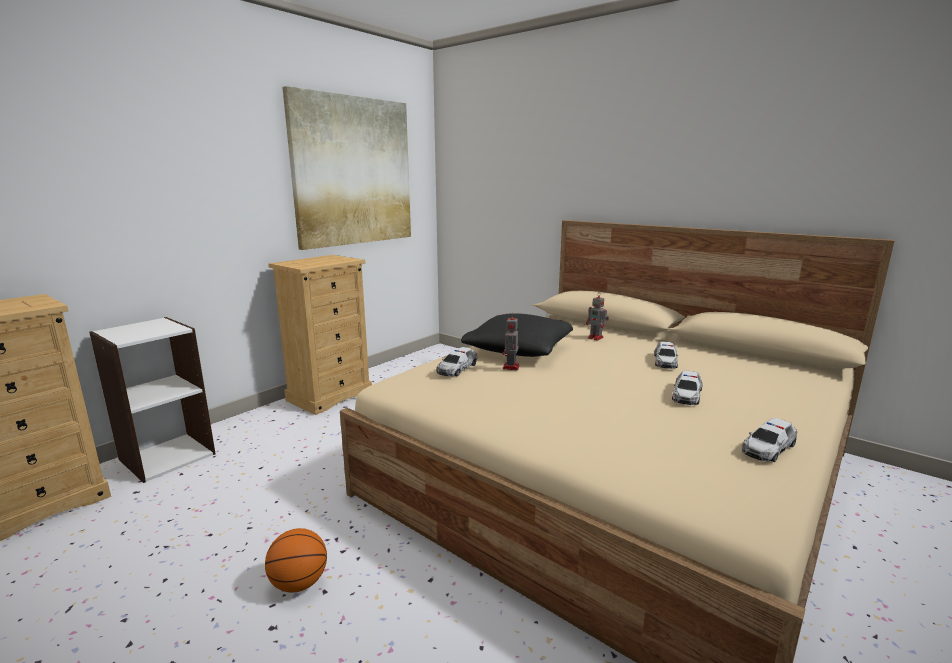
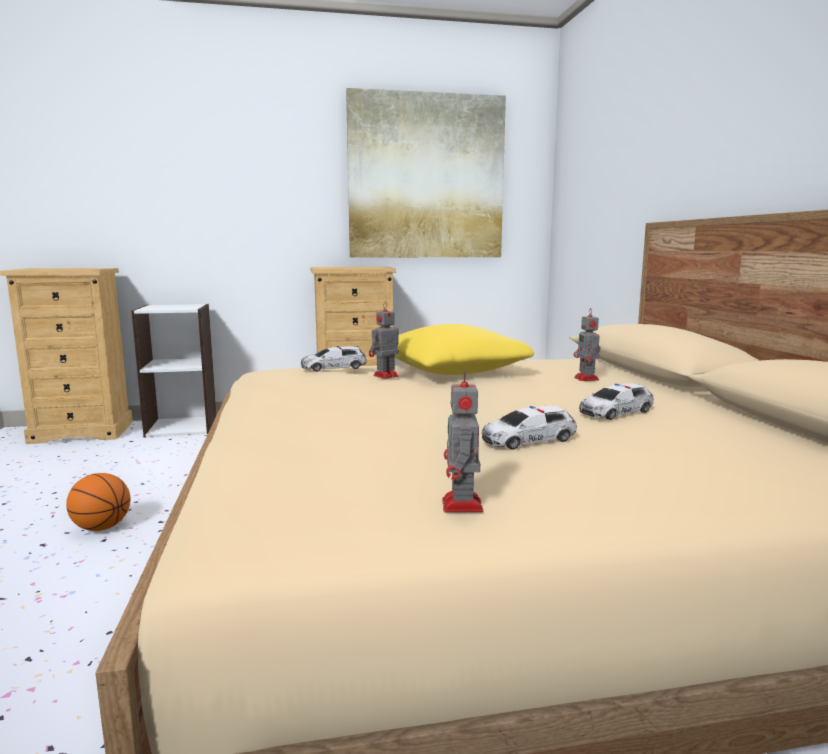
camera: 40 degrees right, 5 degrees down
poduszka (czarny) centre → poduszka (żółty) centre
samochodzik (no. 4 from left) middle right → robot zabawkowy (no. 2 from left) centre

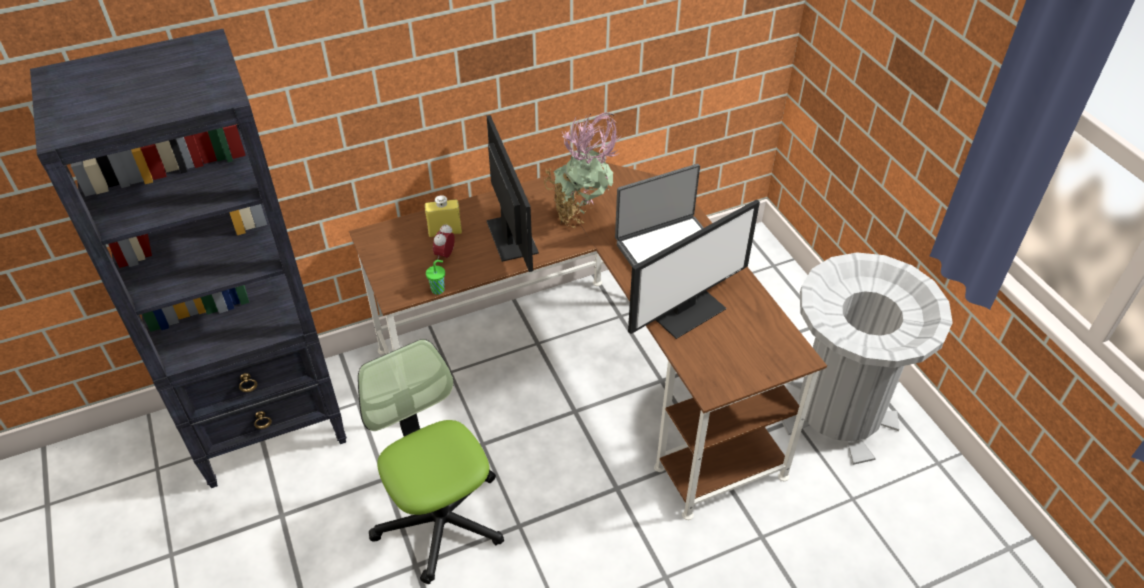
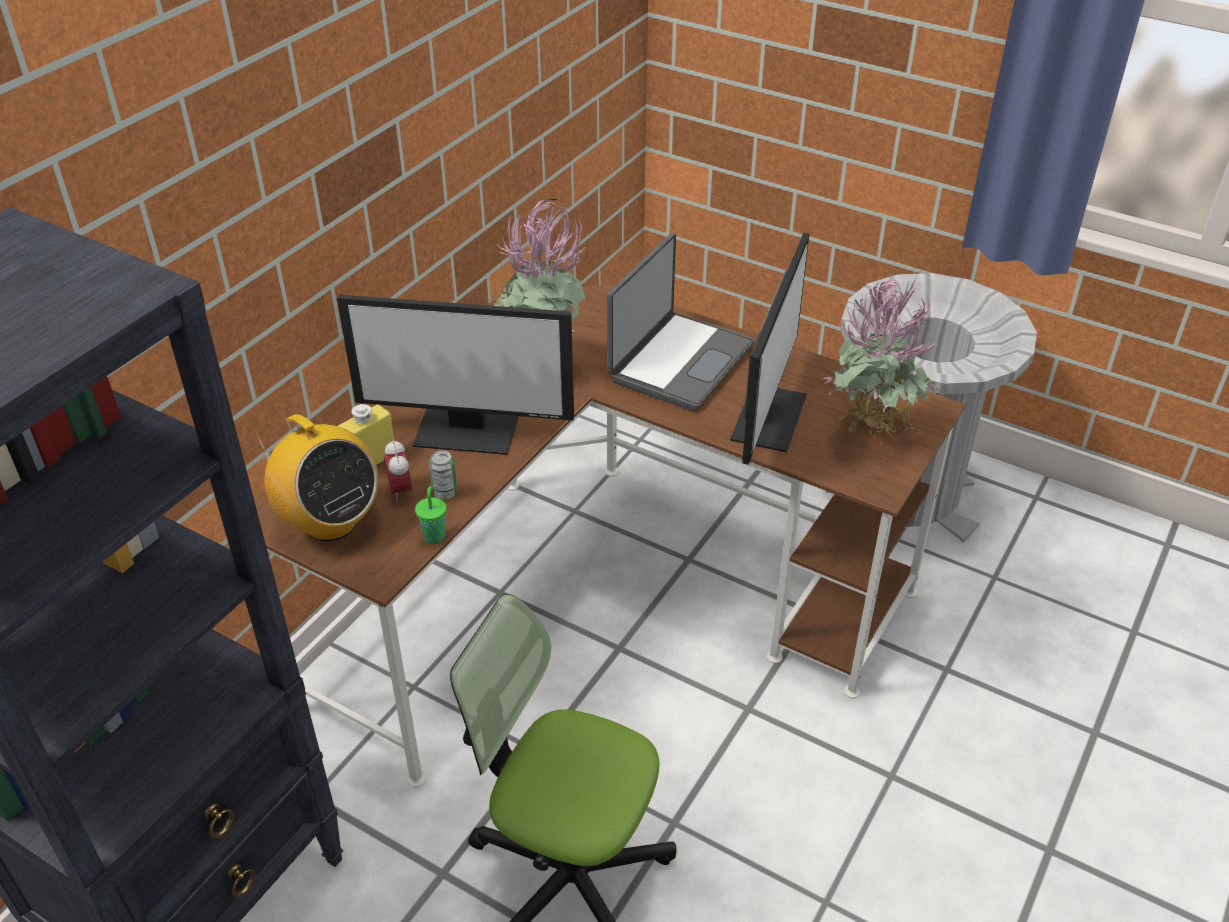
camera: 35 degrees left, 5 degrees down
monitor (no. 1 from left) top centre → monitor (no. 1 from left) centre, 150 degrees clockwise
- → radio middle left
- → puszka centre
- → roślina doniczkowa (no. 2 from left) middle right

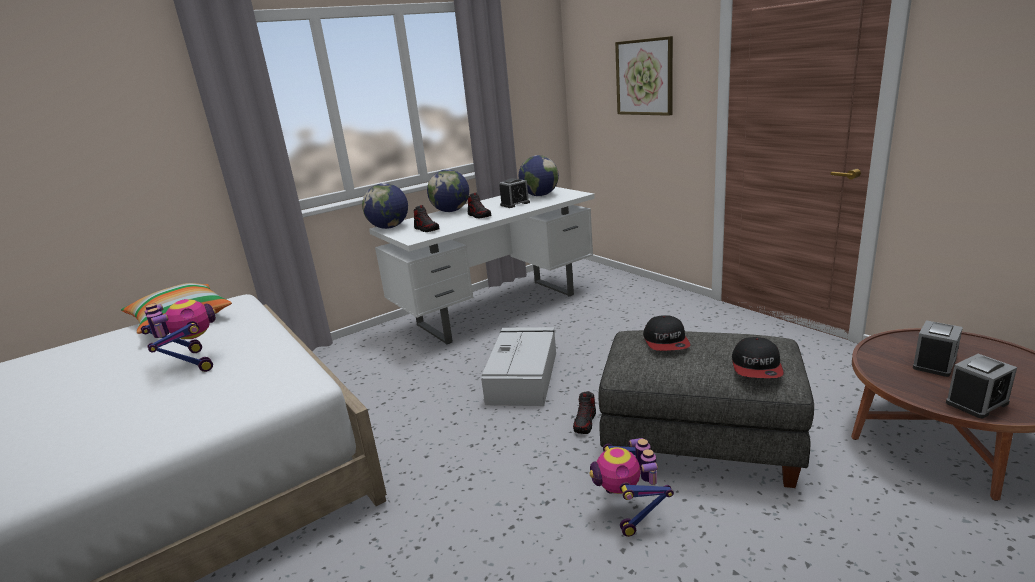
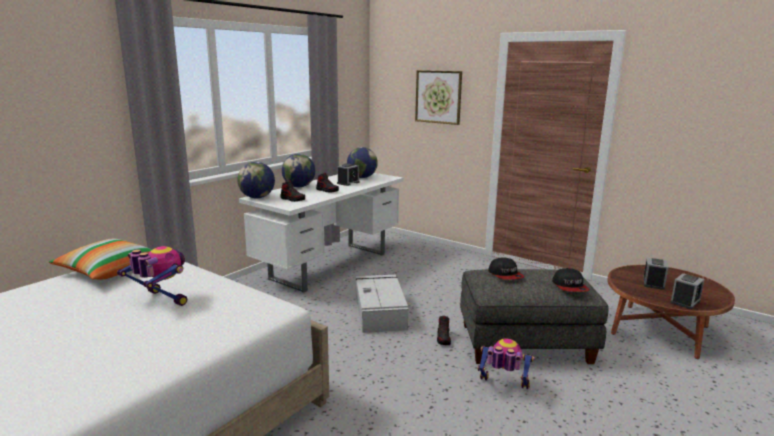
camera: 20 degrees left, 5 degrees down
robot zabawkowy (no. 2 from left) bottom centre, 135 degrees clockwise

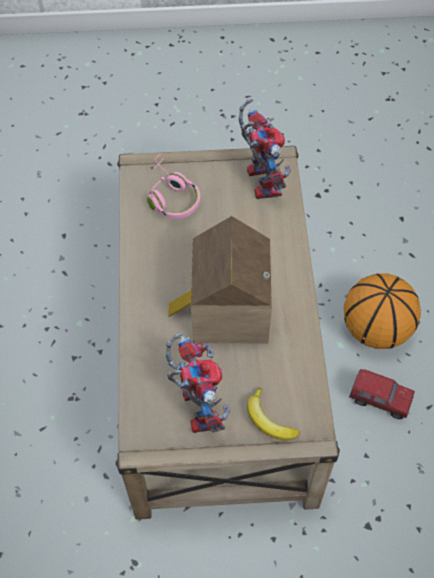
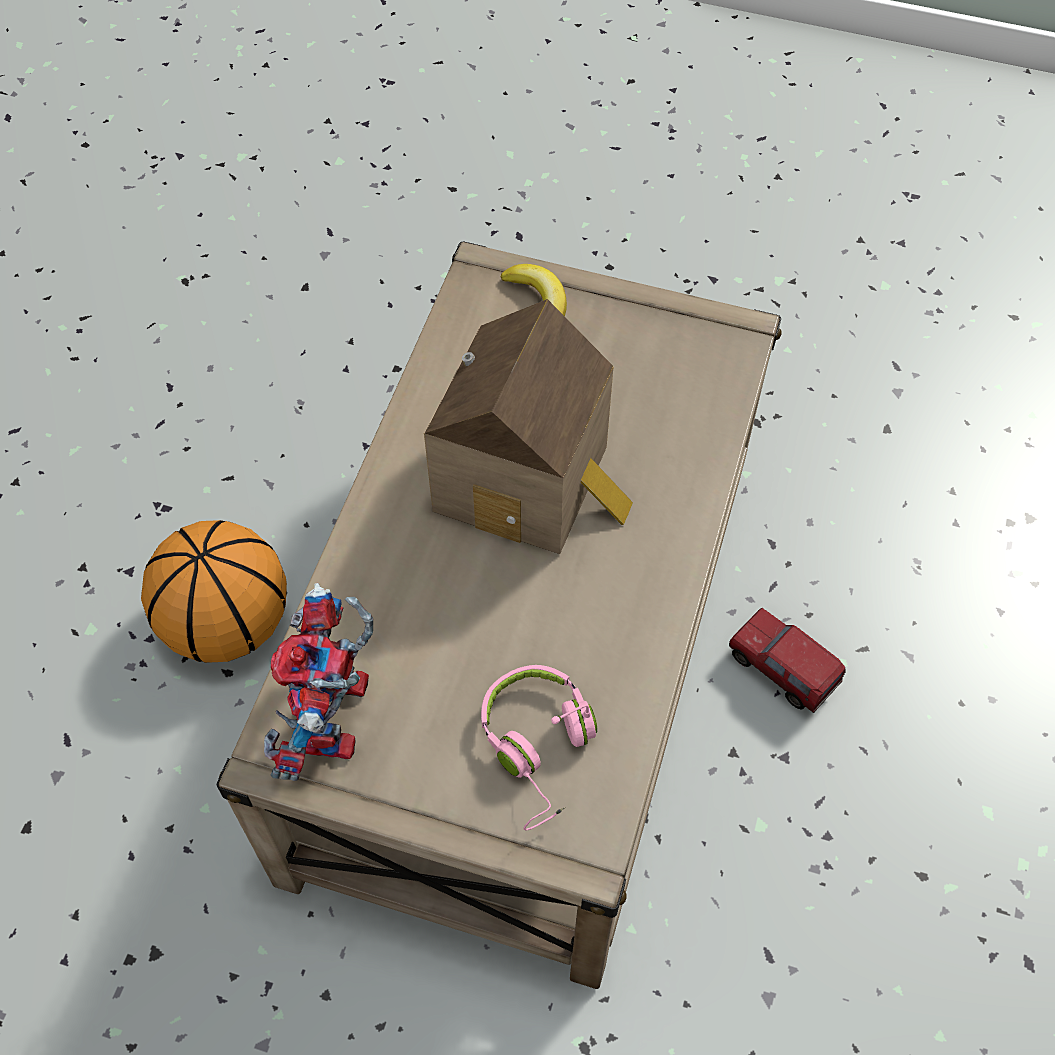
camera: 160 degrees left, 0 degrees up
robot zabawkowy (no. 1 from left) centre → -
ciężarówka zabawkowa bottom right → ciężarówka zabawkowa middle right, shifted

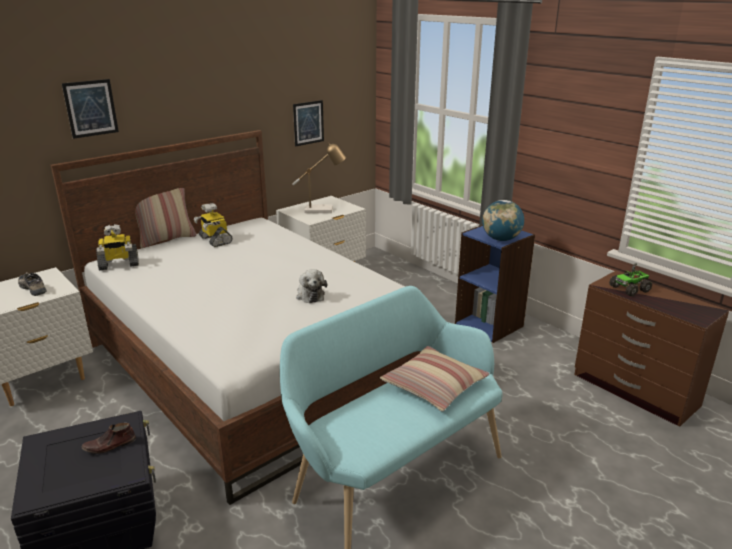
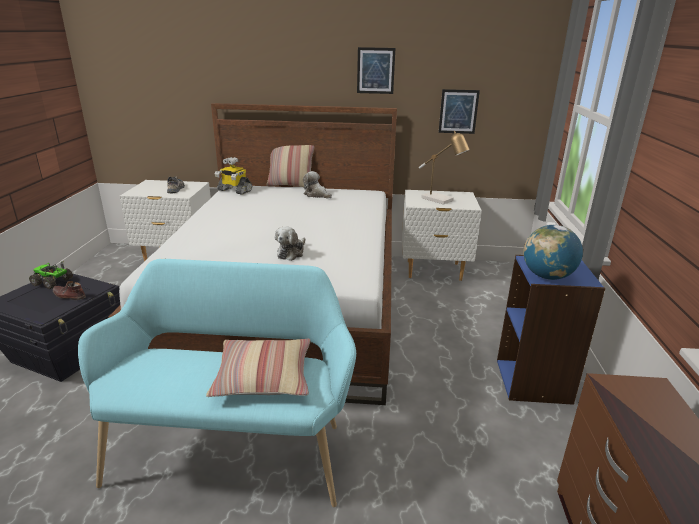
camera: 45 degrees right, 0 degrees up
obraz (no. 1 from left) top left → obraz (no. 1 from left) top centre, shifted
robot zabawkowy (no. 2 from left) middle left → pluszak (no. 2 from left) centre
ciężarówka zabawkowa middle right → ciężarówka zabawkowa middle left, shifted

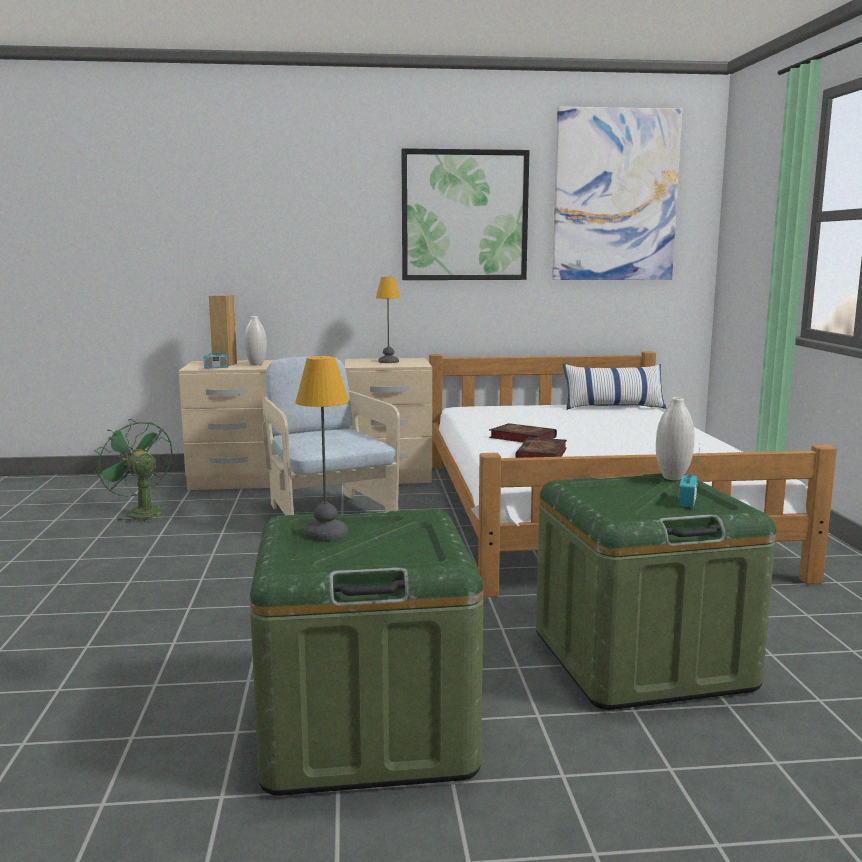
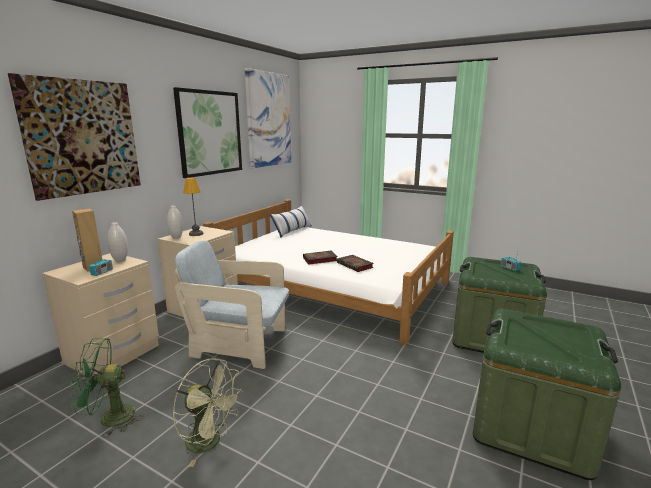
camera: 55 degrees left, 5 degrees up
lampa stołowa (no. 1 from left) centre → -
wazon (biały) (no. 2 from left) middle right → wazon (biały) (no. 2 from left) middle left, shifted
- → obraz (no. 1 from left) top left
- → wentylator (zielony) (no. 2 from left) bottom left

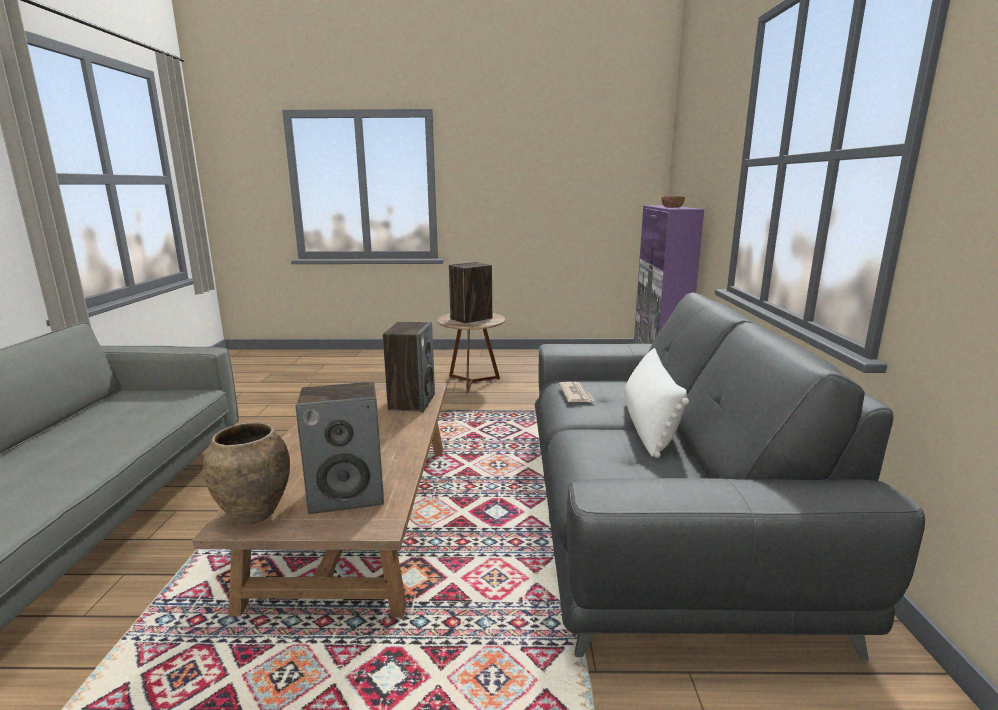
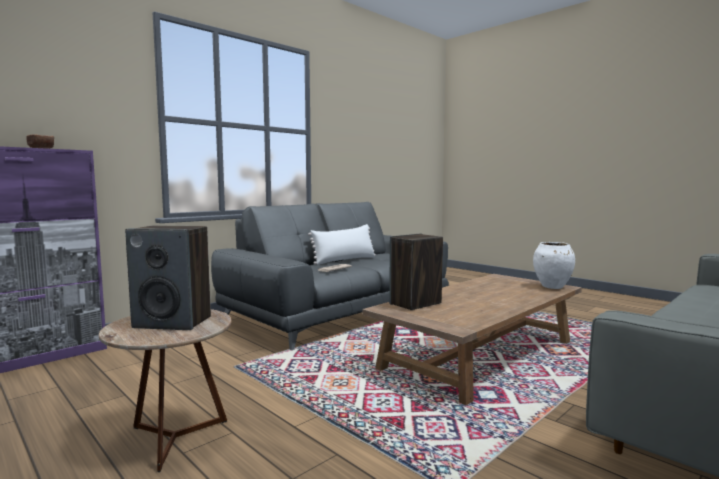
camera: 135 degrees left, 10 degrees down
wazon (brązowy) middle left → wazon (biały) middle right
głośnik (no. 1 from left) centre → -

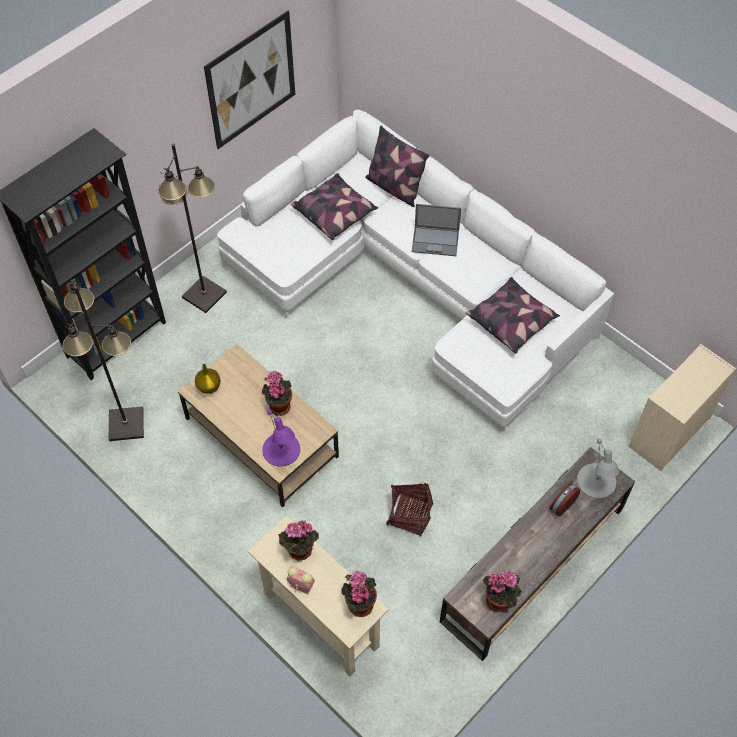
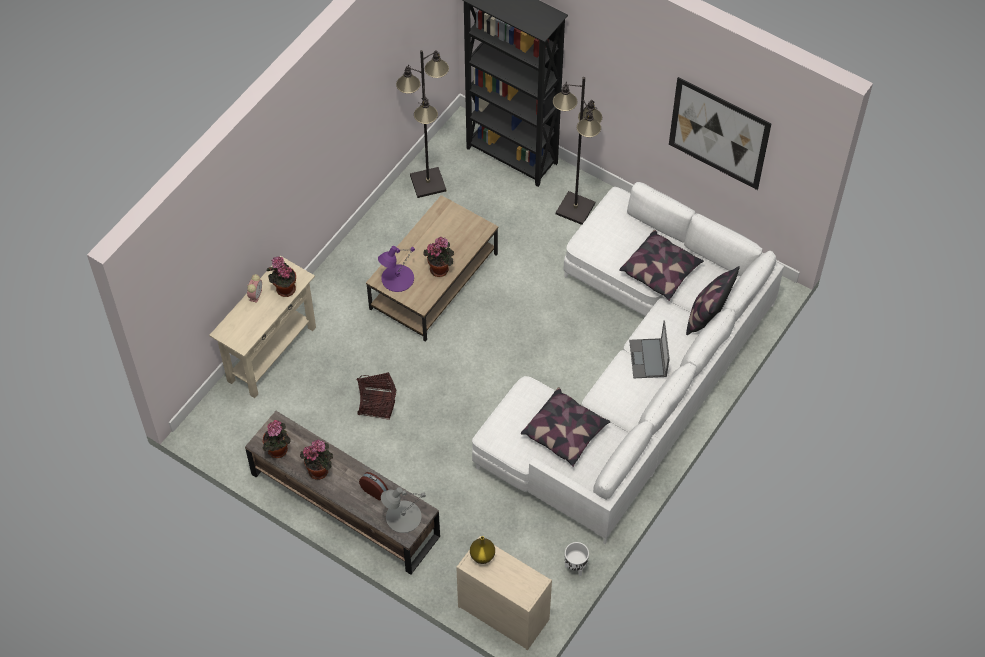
camera: 80 degrees right, 0 degrees up
wazon (żółty) middle left → wazon (żółty) bottom centre, shifted
roślina doniczkowa (no. 3 from left) bottom centre → roślina doniczkowa (no. 3 from left) bottom left, shifted
- → donica (biały) bottom centre

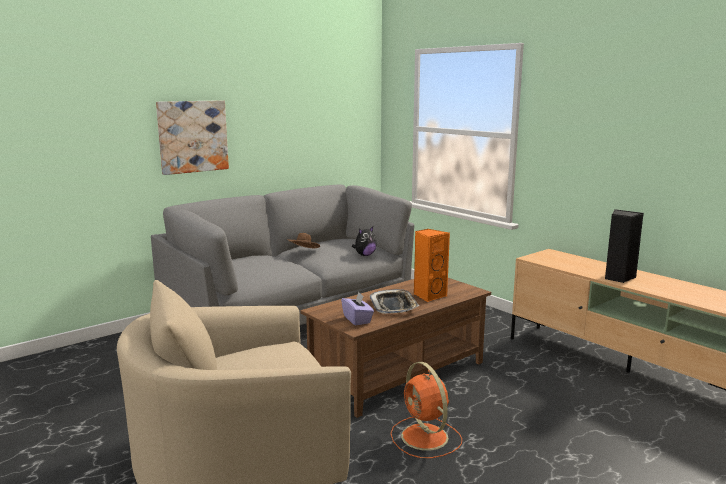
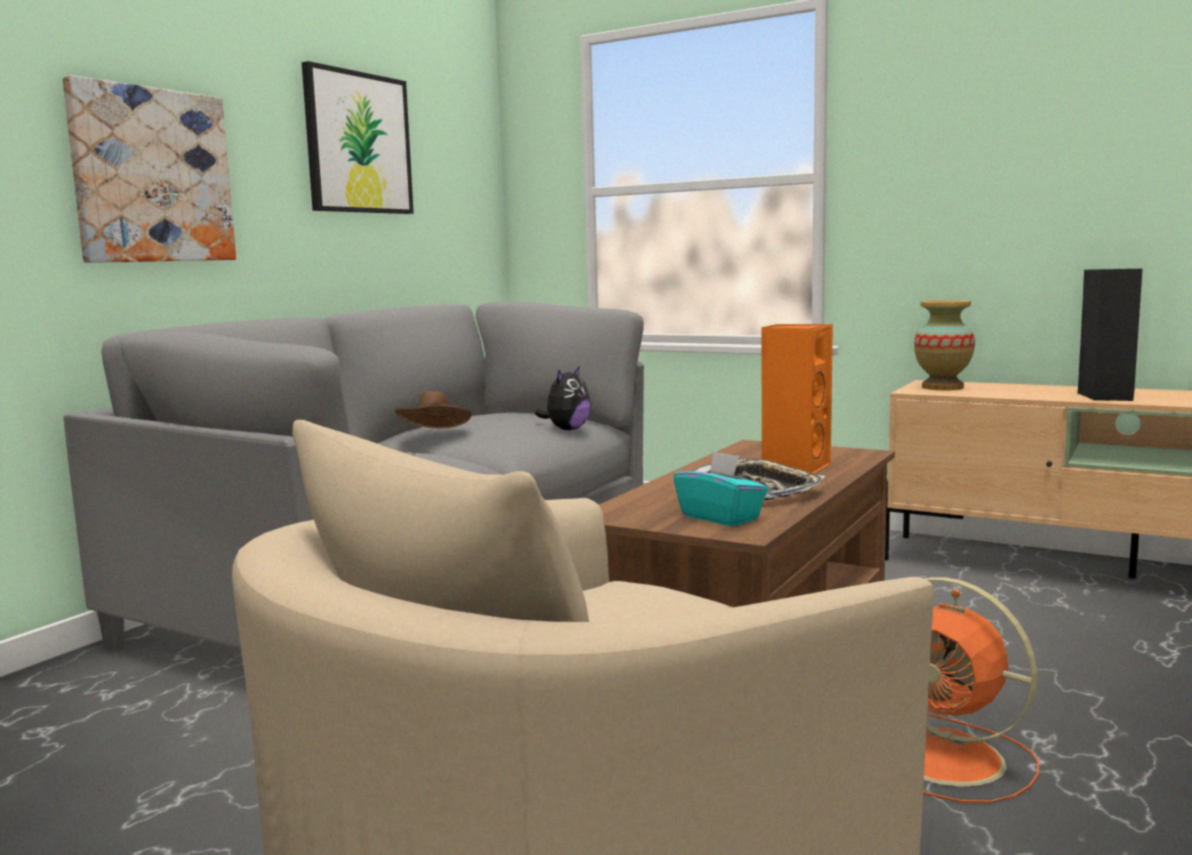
camera: 20 degrees left, 5 degrees down
pudełko chusteczek (fioletowy) centre → pudełko chusteczek (turkusowy) centre
- → obraz (no. 2 from left) top left
- → wazon middle right

